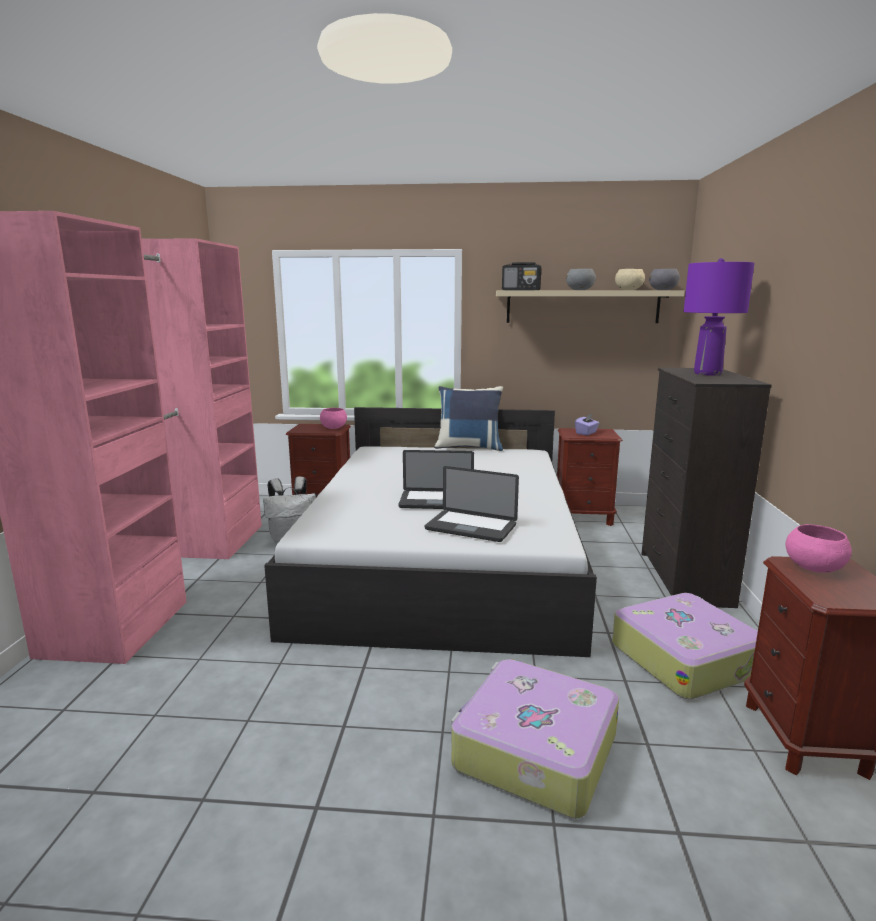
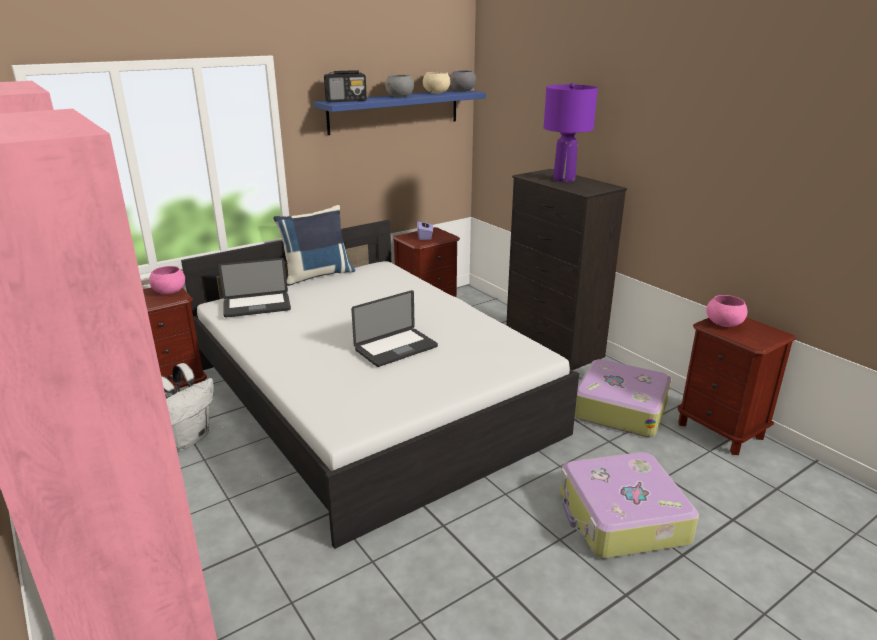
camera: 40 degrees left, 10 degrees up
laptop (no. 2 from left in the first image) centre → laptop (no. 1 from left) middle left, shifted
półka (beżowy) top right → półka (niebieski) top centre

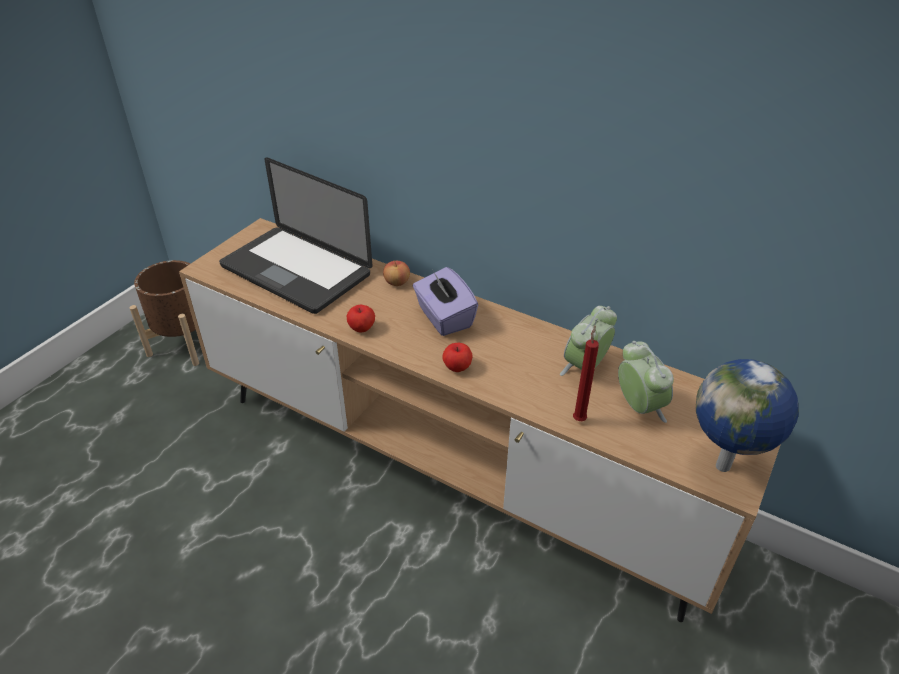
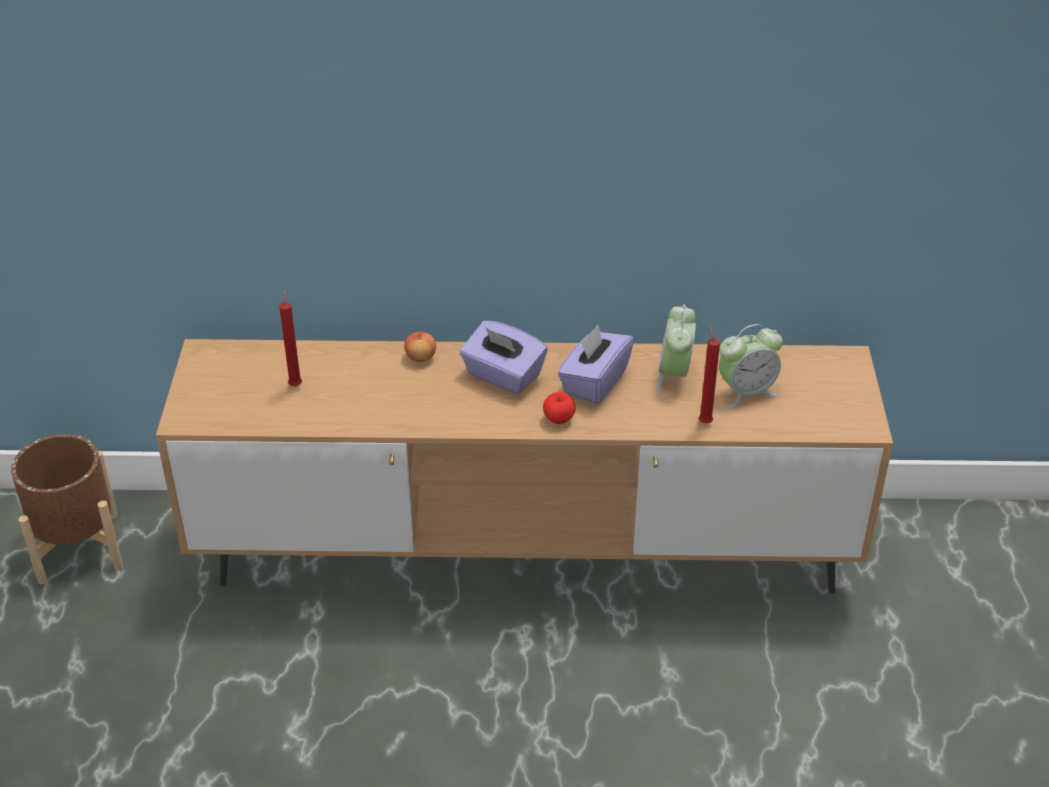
camera: 30 degrees left, 0 degrees up
laptop middle left → świeca (czerwony) (no. 1 from left) middle left
jabłko (no. 1 from left) centre → -
budzik (no. 2 from left) middle right, 120 degrees clockwise
globus middle right → -
- → pudełko chusteczek (fioletowy) (no. 2 from left) centre

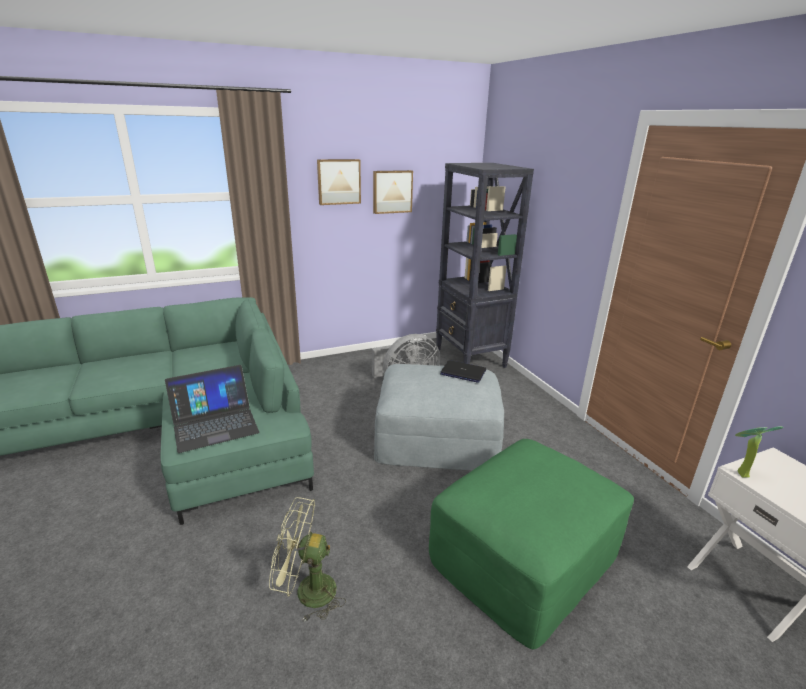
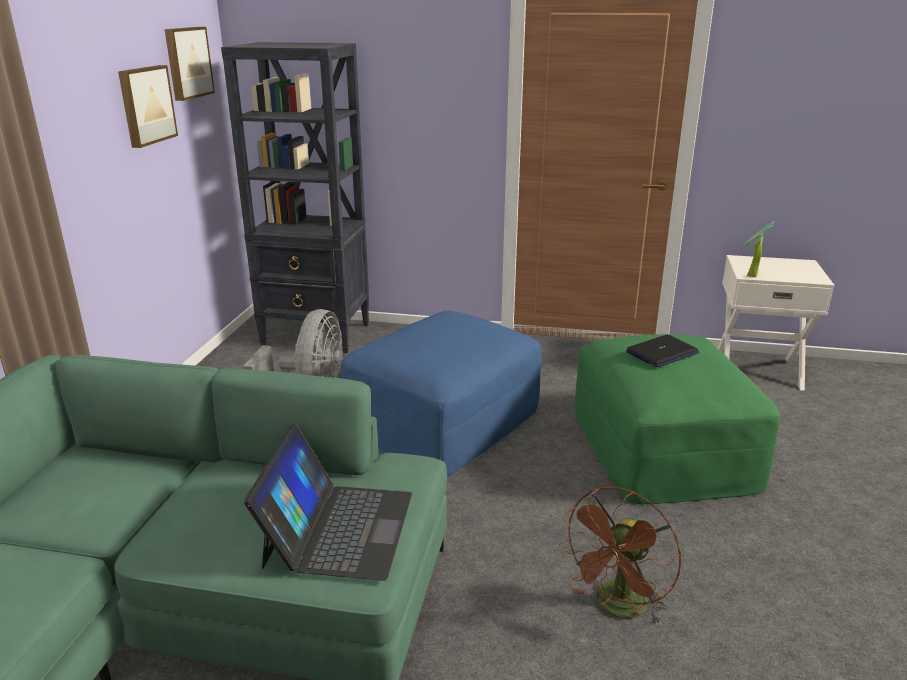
camera: 55 degrees left, 0 degrees up
wentylator (zielony) bottom centre → wentylator (brązowy) bottom right
obraz (no. 1 from left in the first image) top centre → obraz (no. 2 from left) top left, shifted
pufa (szary) centre → pufa (niebieski) centre
laptop (no. 2 from left) centre → laptop (no. 2 from left) middle right, shifted

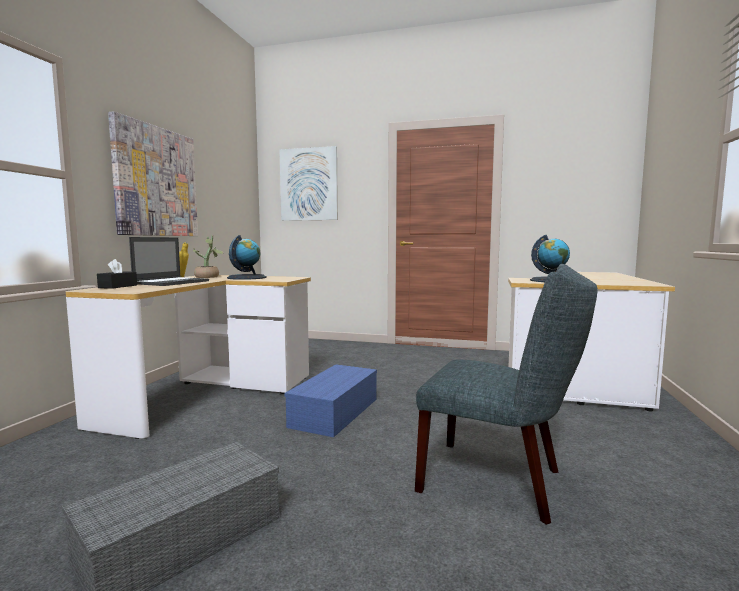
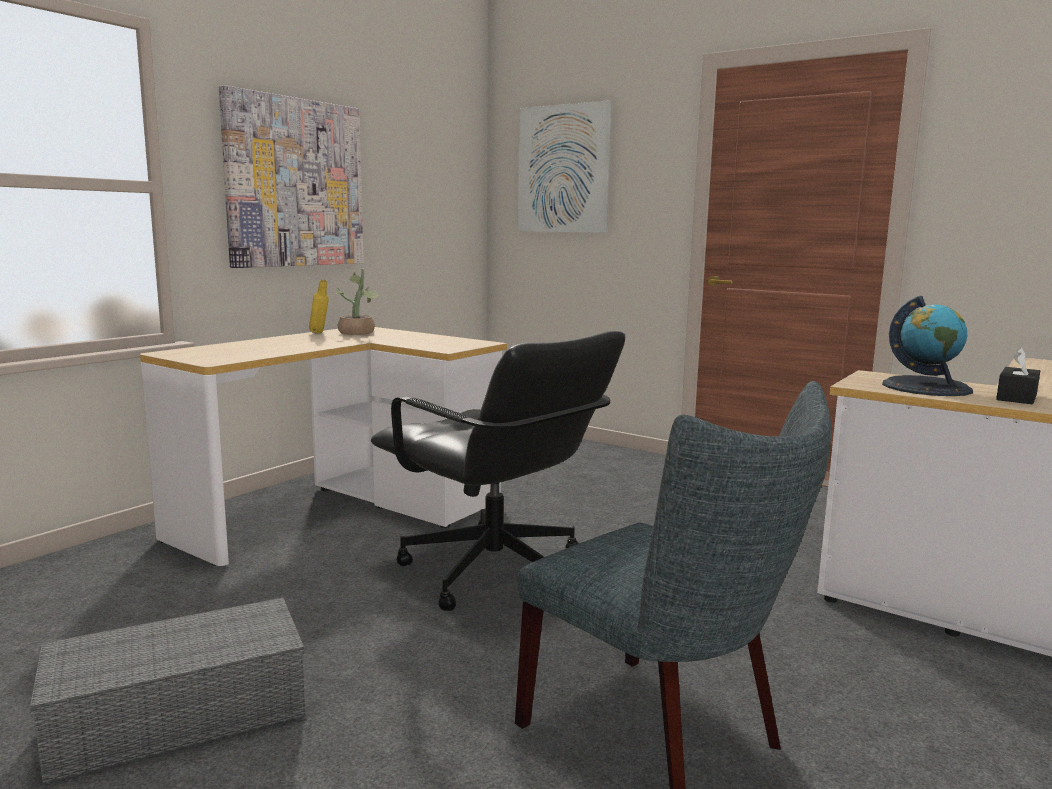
camera: 20 degrees right, 5 degrees up
pudełko chusteczek (czarny) middle left → pudełko chusteczek (czarny) middle right, shifted
laptop middle left → -
globus (no. 1 from left) centre → -
pojemnik do przechowywania (niebieski) bottom centre → krzesło biurowe (czarny) centre

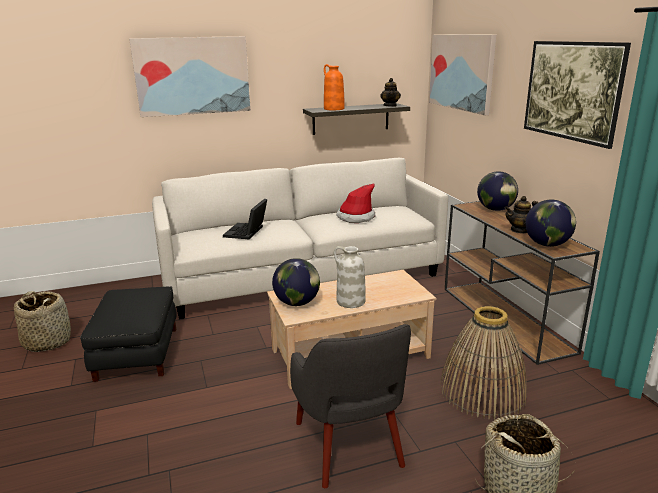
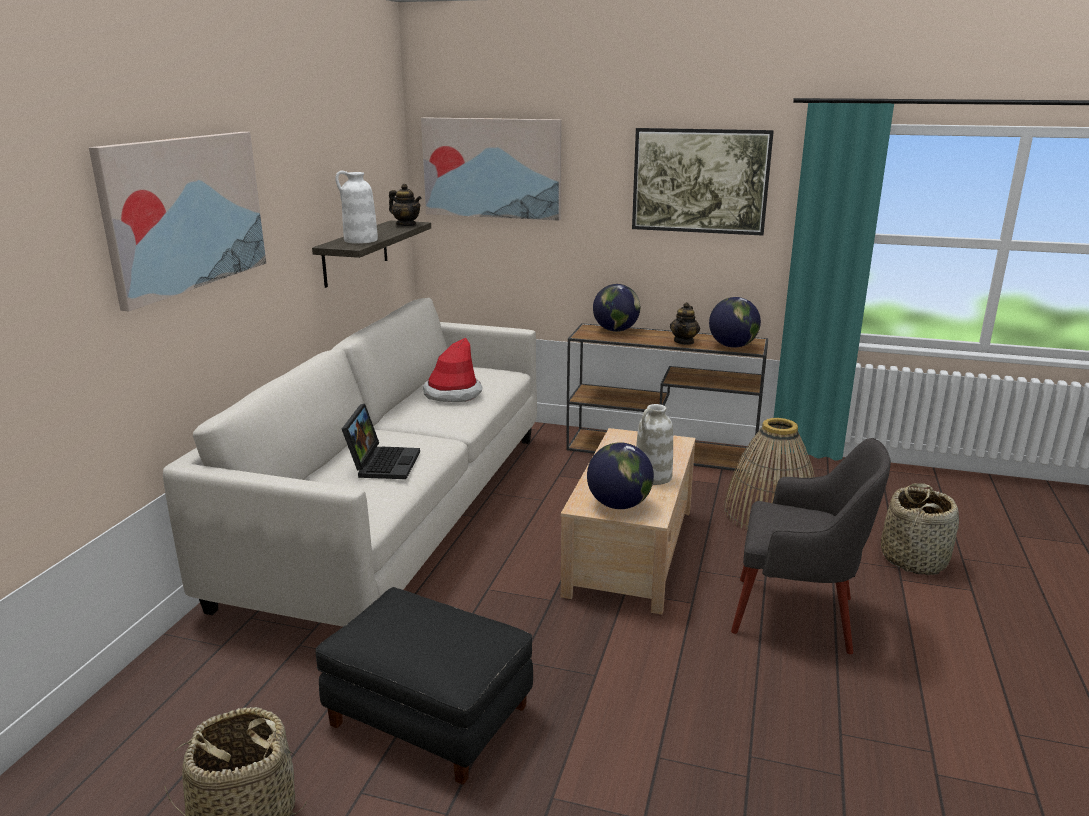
camera: 55 degrees left, 0 degrees up
laptop centre, 135 degrees counterclockwise
wazon (pomarańczowy) top centre → wazon (biały) (no. 1 from left) top left

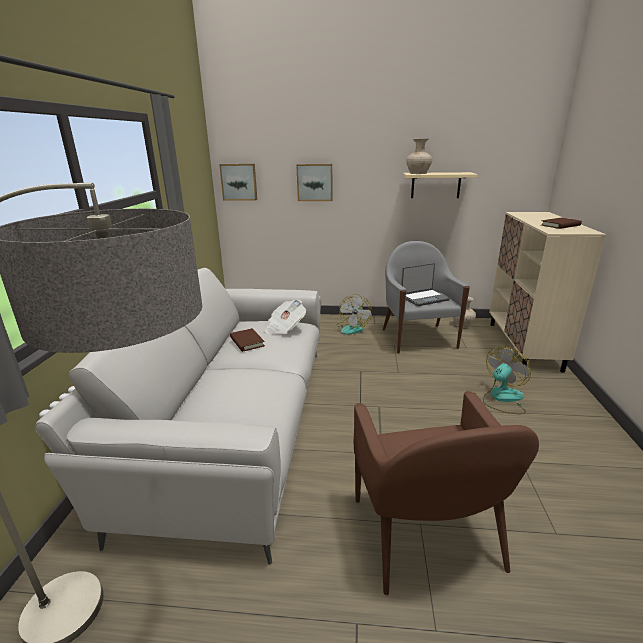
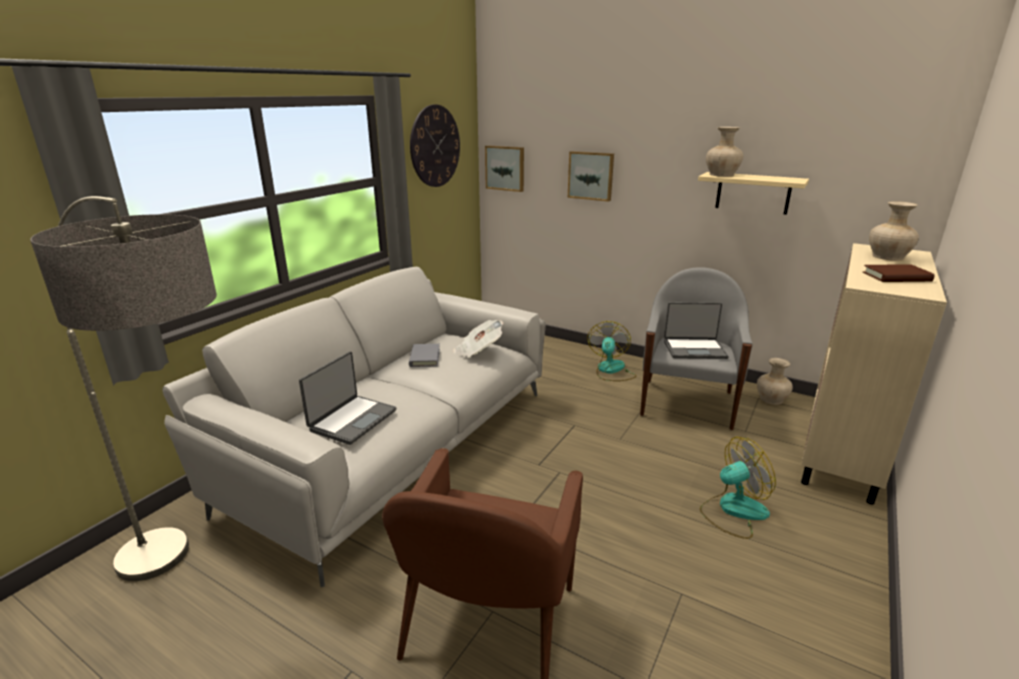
camera: 25 degrees right, 0 degrees up
książka (brązowy) (no. 1 from left) centre → książka (szary) centre
wentylator (no. 1 from left) centre, 150 degrees clockwise
- → laptop (no. 1 from left) centre
- → zegar ścienny top centre
- → wazon (beżowy) (no. 3 from left) middle right

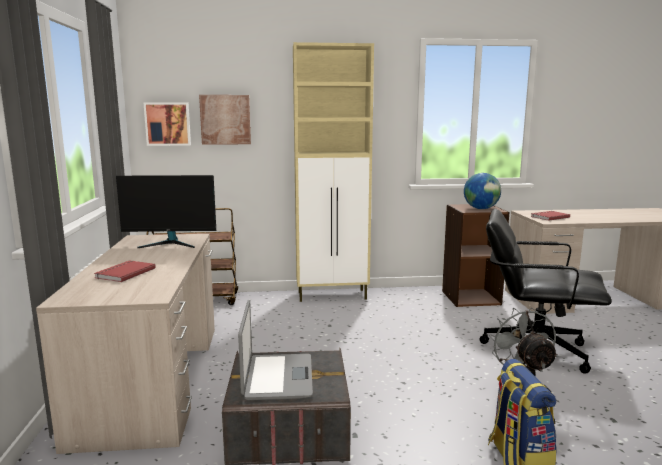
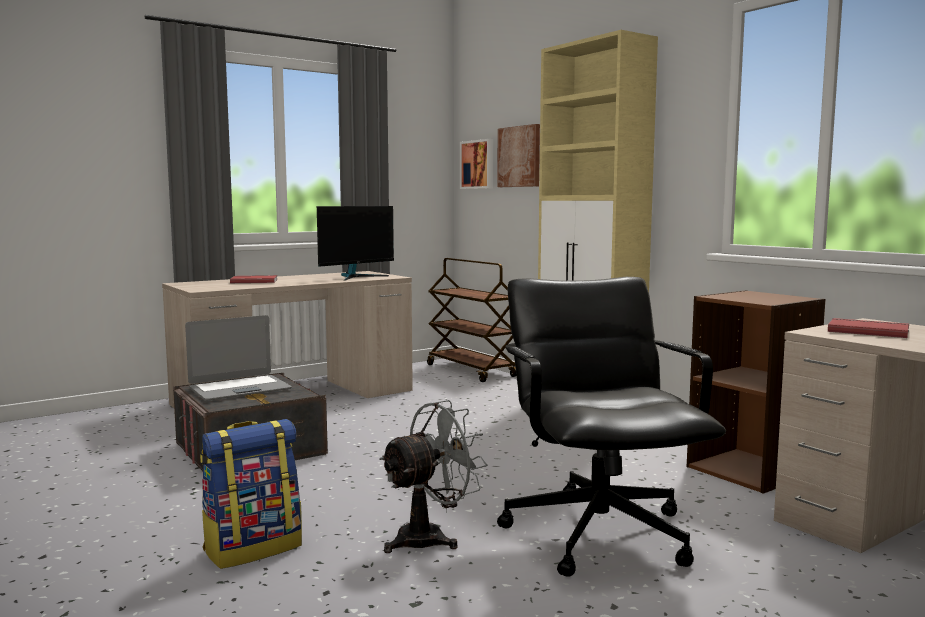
camera: 60 degrees right, 5 degrees down
monitor middle left → monitor centre, 105 degrees counterclockwise
globus middle right → -

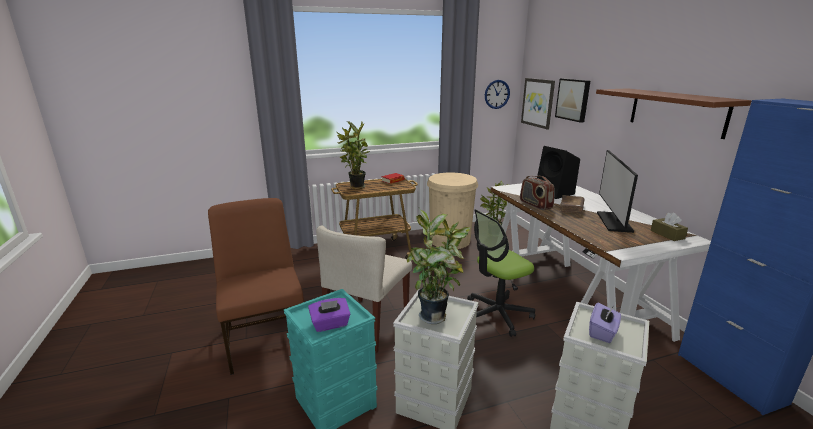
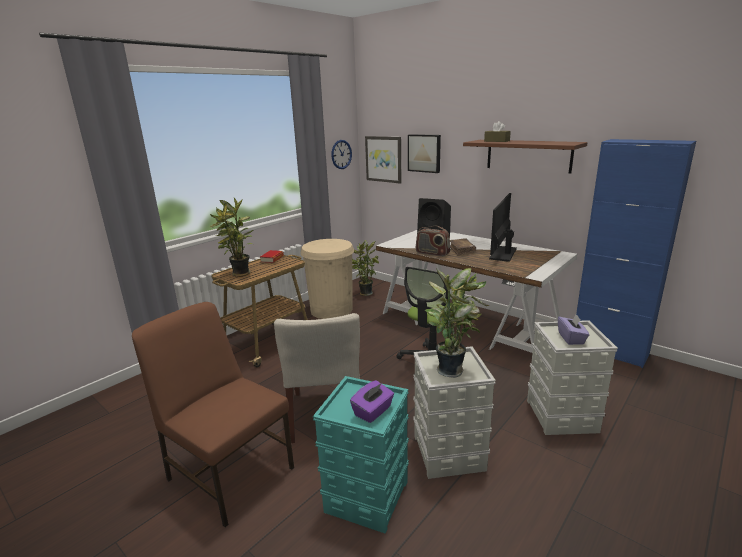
camera: 30 degrees left, 0 degrees up
monitor middle right, 45 degrees clockwise
pudełko chusteczek (brązowy) middle right → pudełko chusteczek (brązowy) top right, shifted

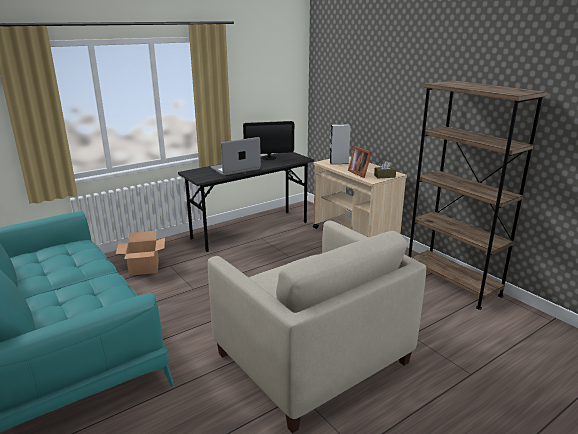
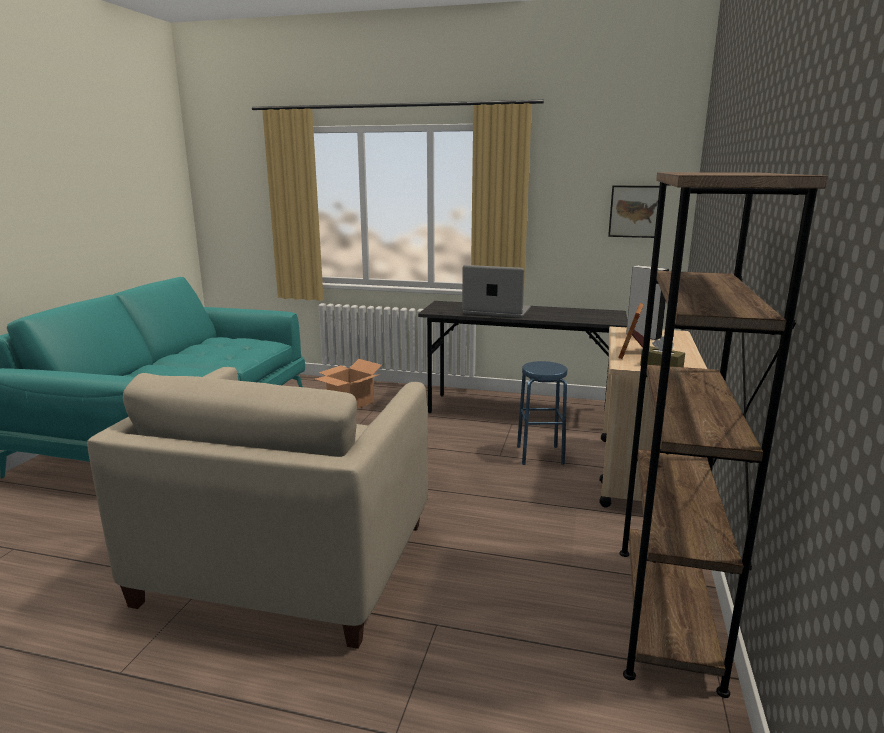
camera: 50 degrees right, 5 degrees down
monitor top centre → -
- → stołek (niebieski) centre
- → obraz top right

